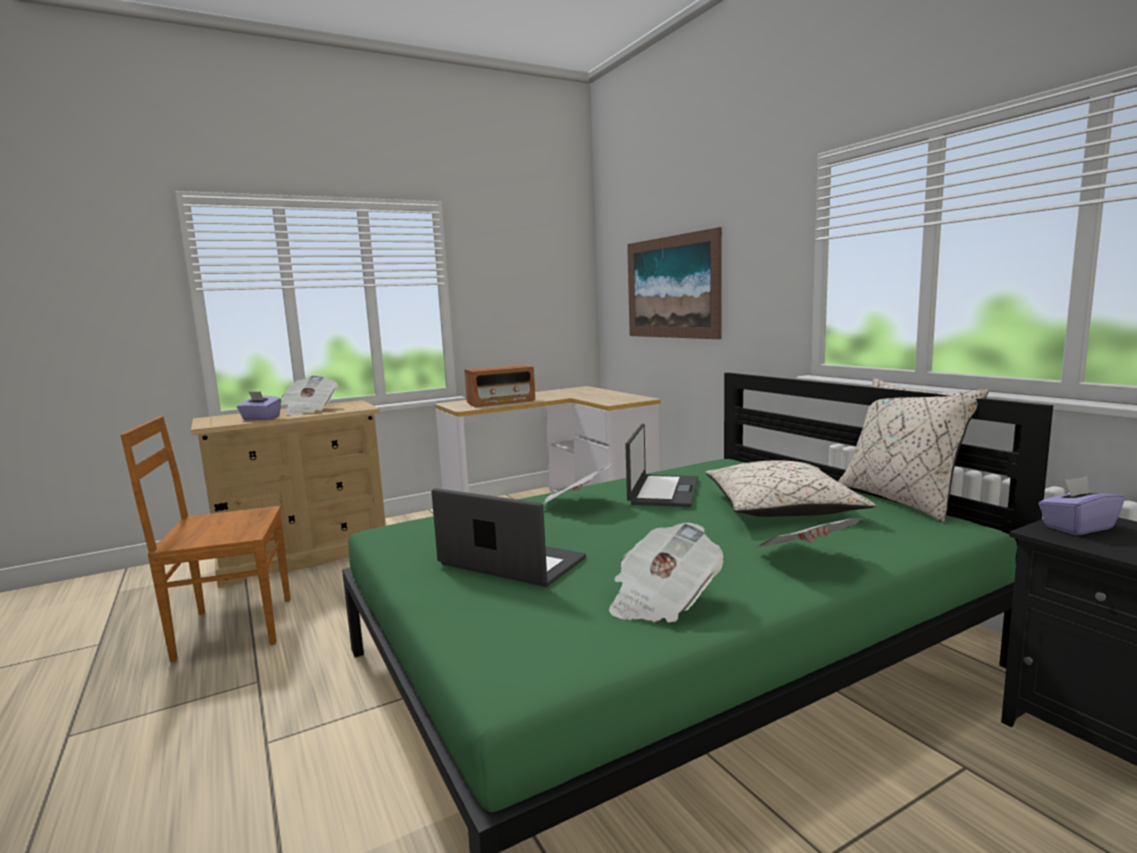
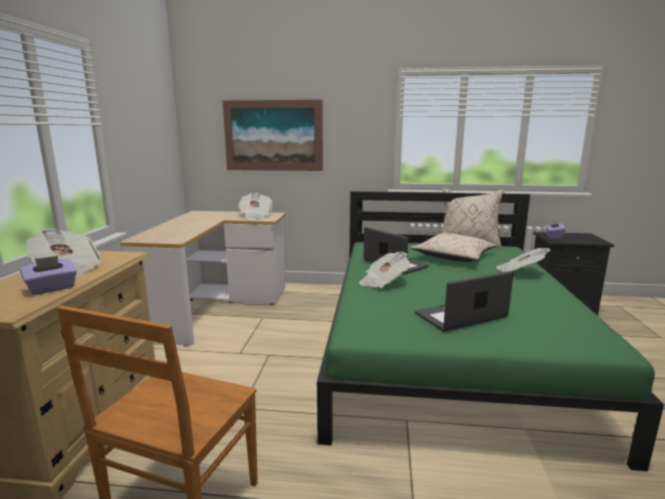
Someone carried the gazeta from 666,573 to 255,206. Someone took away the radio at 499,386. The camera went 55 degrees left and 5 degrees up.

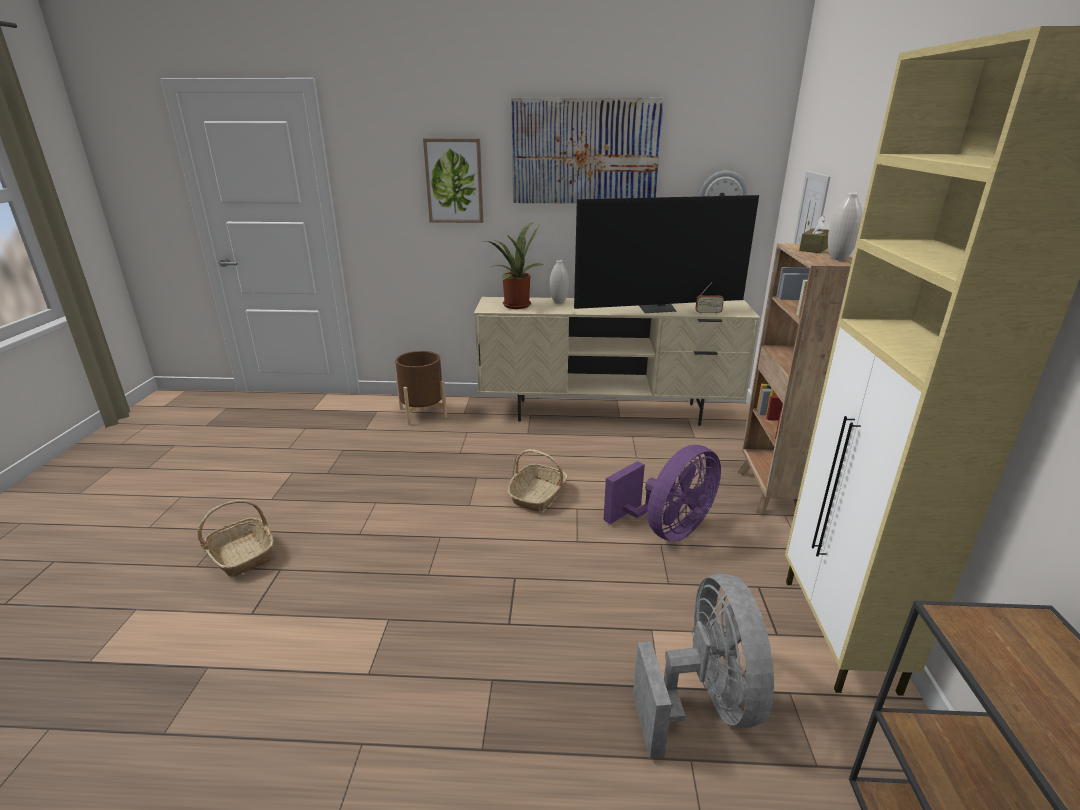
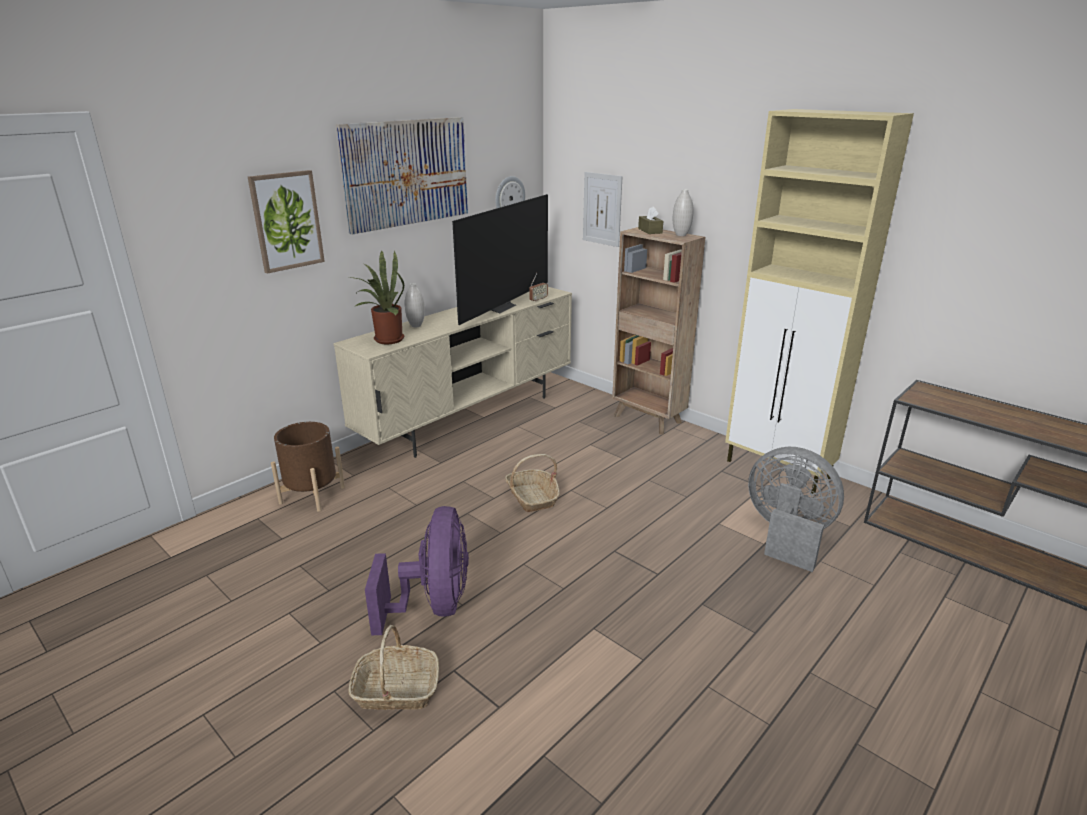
Someone carried the wentylator (fioletowy) from 662,493 to 417,570. The camera went 50 degrees left and 0 degrees up.

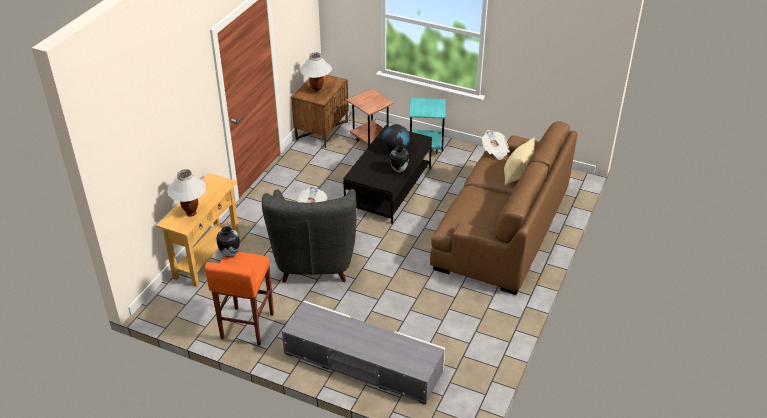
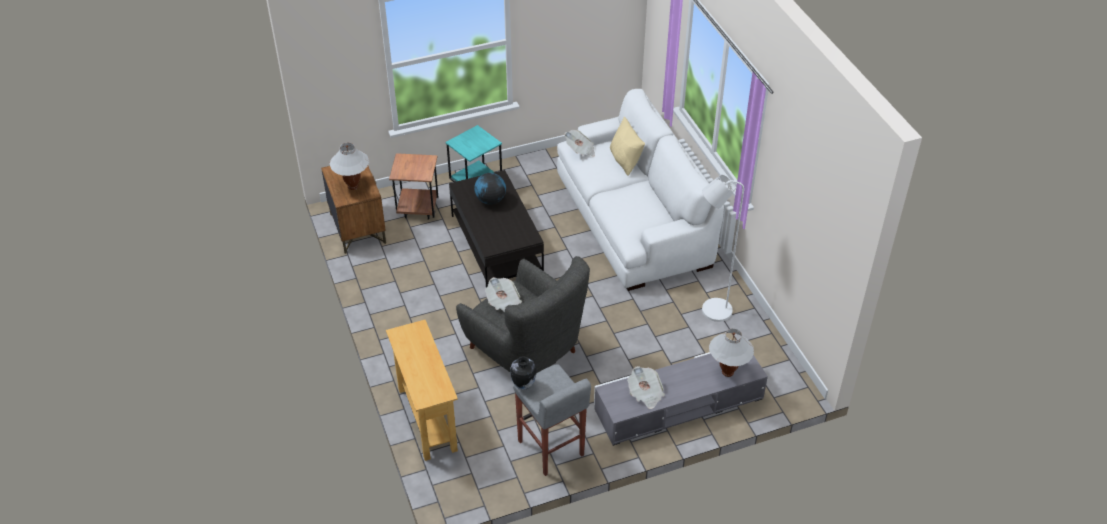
Someone repainted the stołek (pomarańczowy) at 239,299, which became the stołek (szary) at 552,420. Someone repainted the kanapa (brązowy) at 503,208, which became the kanapa (biały) at 640,190. Someone put down the gazeta at 646,387. Someone put down the lampa stojąca (biały) at 723,248. Someone carried the lampa stołowa (biały) from 186,193 to 731,352. Someone took away the wazon at 399,159. The camera went 45 degrees left and 5 degrees up.

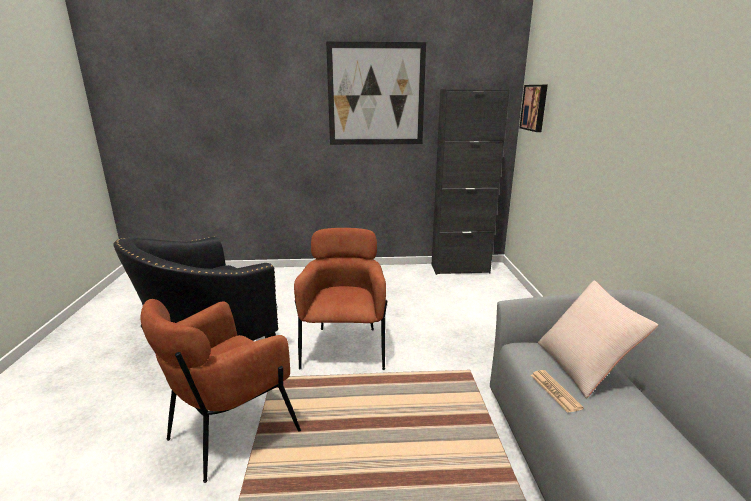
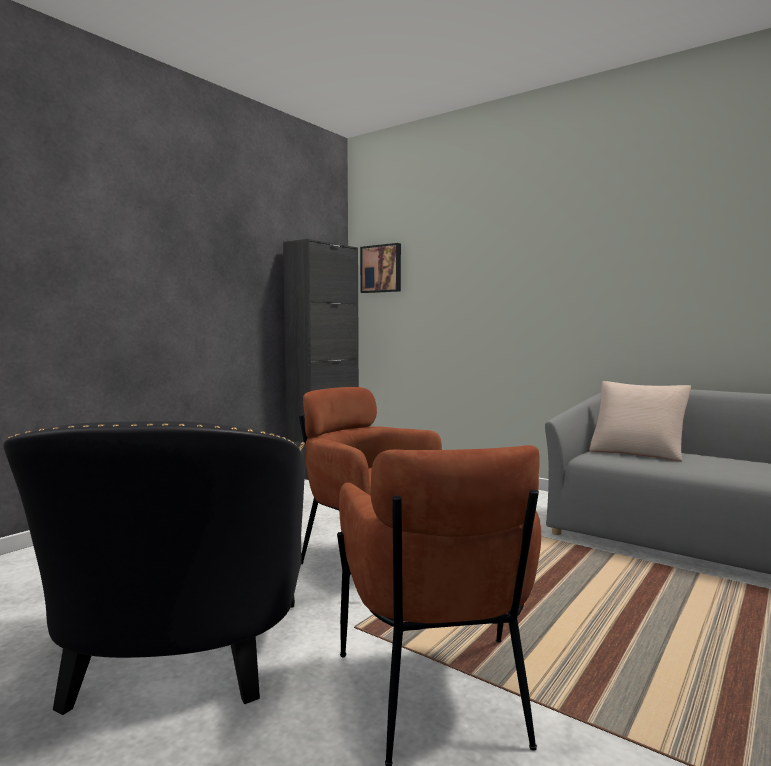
Someone took away the obraz at 376,93. Someone took away the gazeta at 557,391. The camera went 50 degrees left and 15 degrees down.

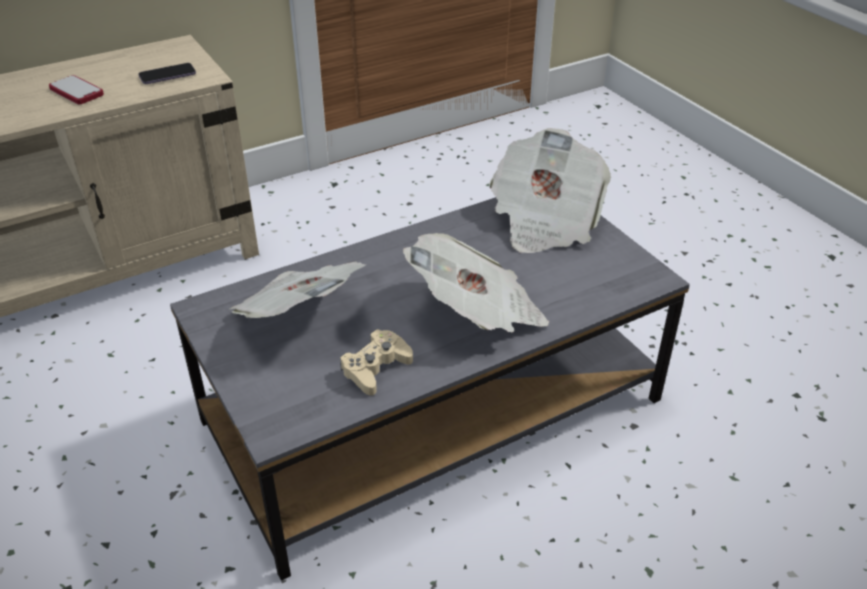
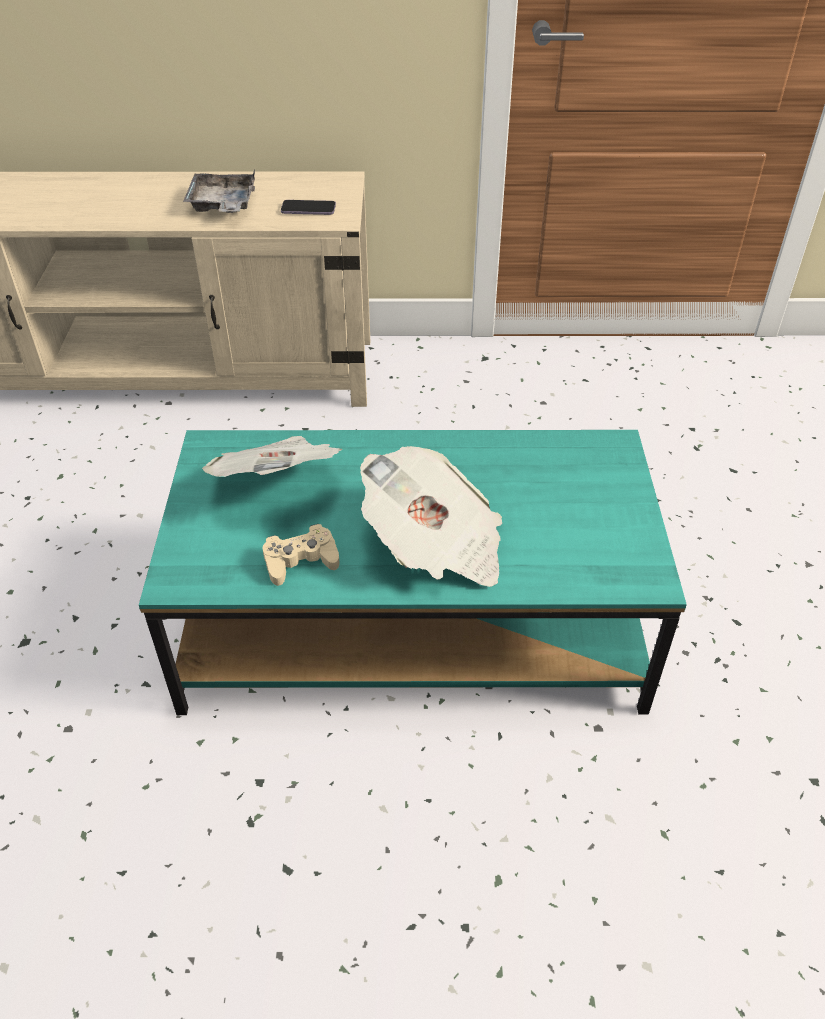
Someone repainted the ława (szary) at 430,389, which became the ława (turkusowy) at 413,572. Someone swapped the telefon at 76,89 for the taca (szary) at 219,191. Someone took away the gazeta at 550,190. The camera went 30 degrees right and 5 degrees up.

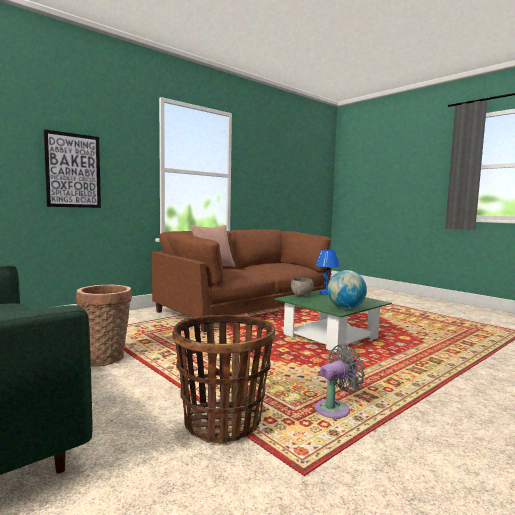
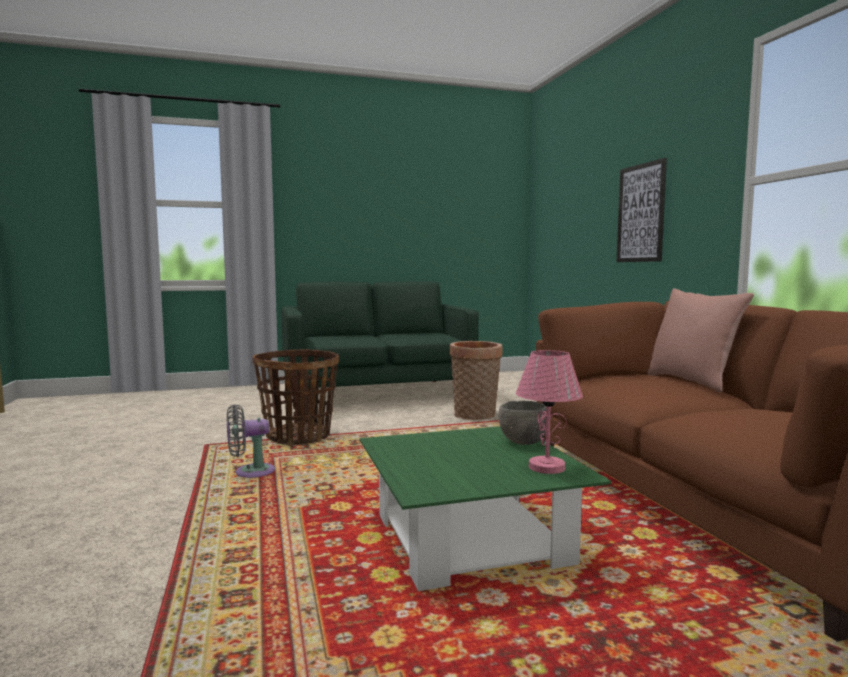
Someone rotated the wentylator (szary) at 340,381 by 75 degrees clockwise. Someone repainted the lampa stołowa (niebieski) at 328,272, which became the lampa stołowa (różowy) at 549,412. Someone took away the globus at 347,289. The camera went 115 degrees right and 0 degrees up.

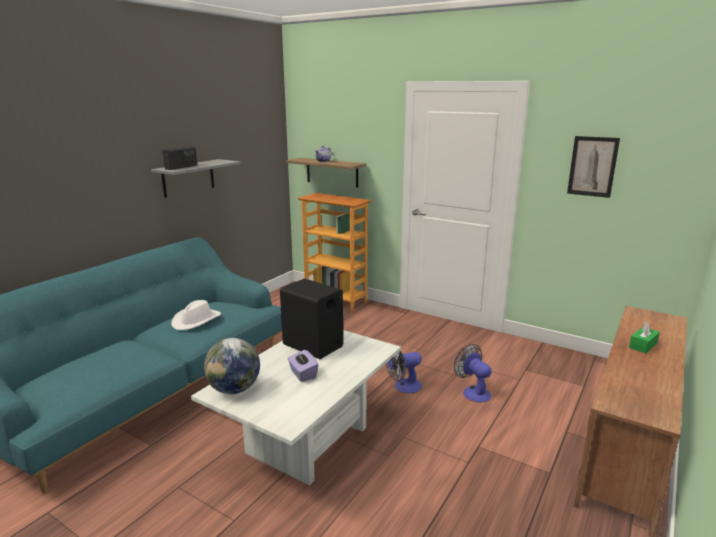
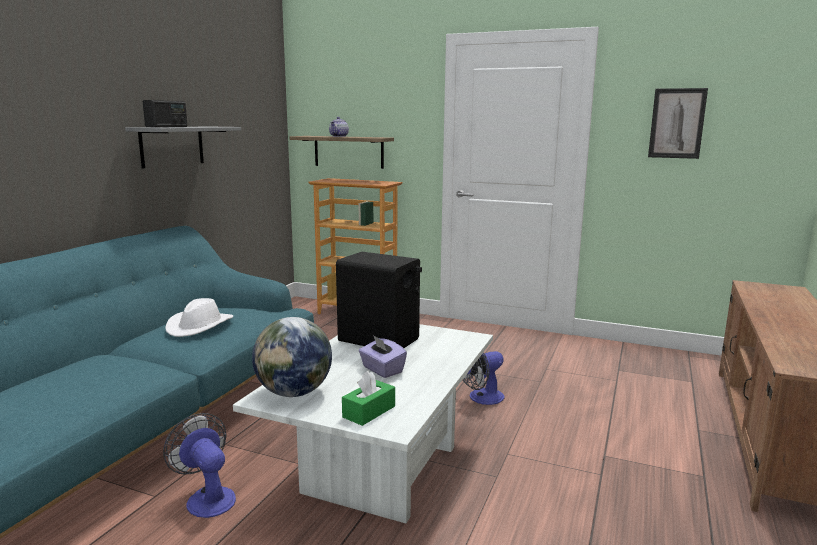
Someone carried the wentylator from 473,373 to 199,465. Someone carried the pudełko chusteczek (zielony) from 644,337 to 368,398. The camera went 10 degrees left and 5 degrees down.

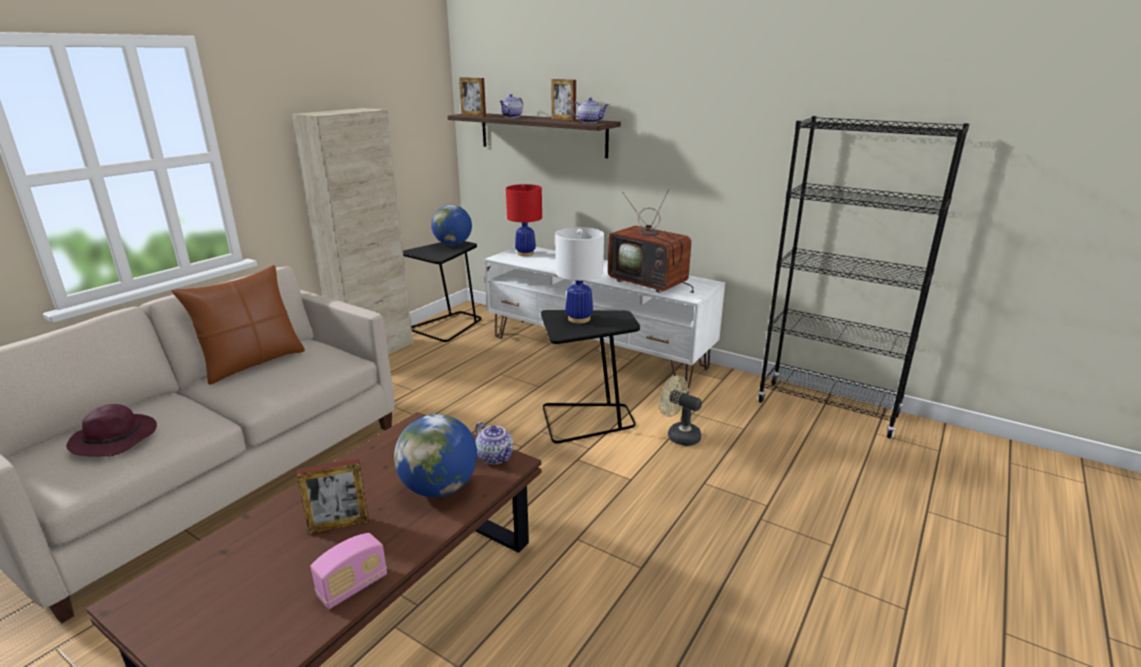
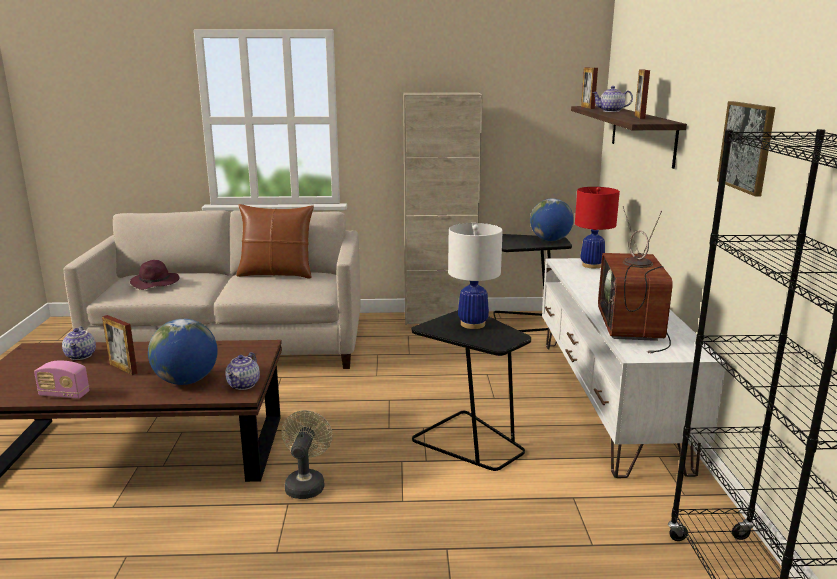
Someone carried the imbryk from 590,110 to 79,343. Someone carried the wentylator (beżowy) from 680,410 to 306,454. Someone put up the obraz at 746,148. The camera went 55 degrees right and 5 degrees down.

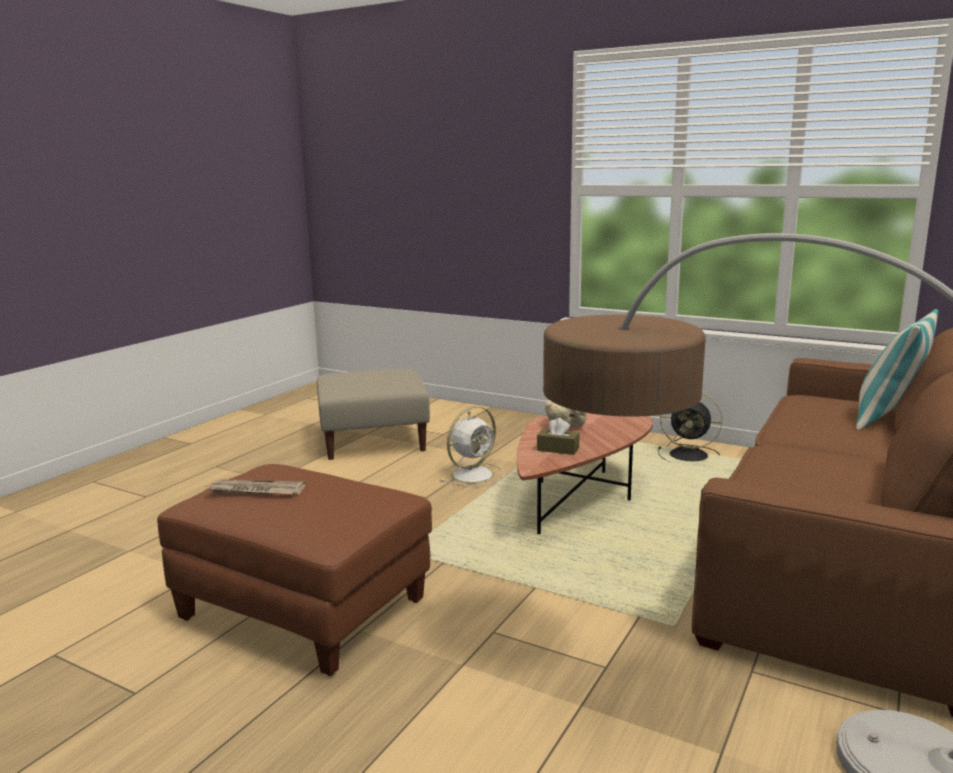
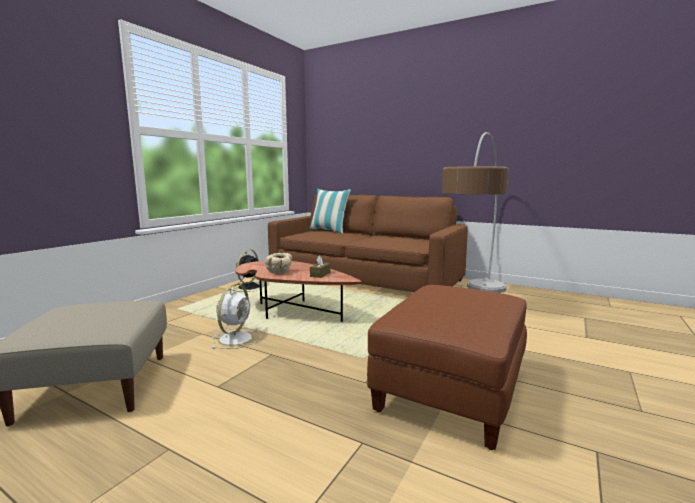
Someone rotated the wentylator (biały) at 472,446 by 60 degrees clockwise. Someone took away the gazeta at 257,486. The camera went 90 degrees left and 5 degrees down.

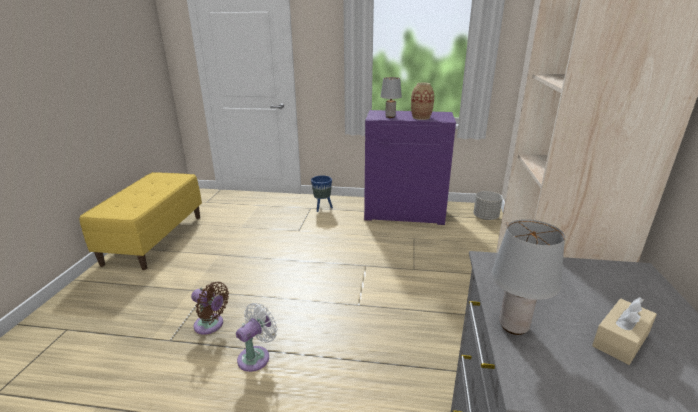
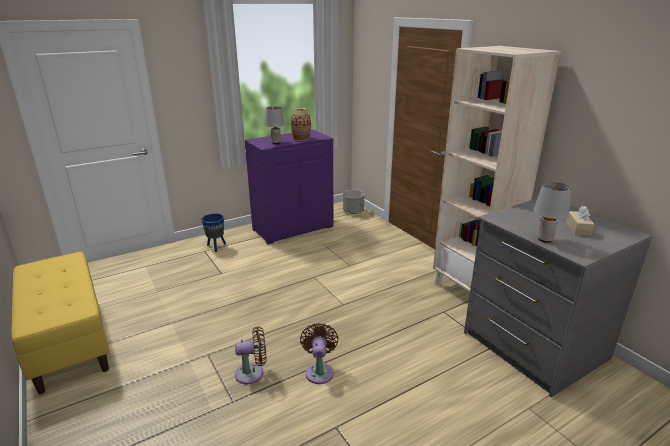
Someone repainted the wentylator (biały) at 257,337, which became the wentylator (brązowy) at 319,353. The camera went 40 degrees left and 0 degrees up.

